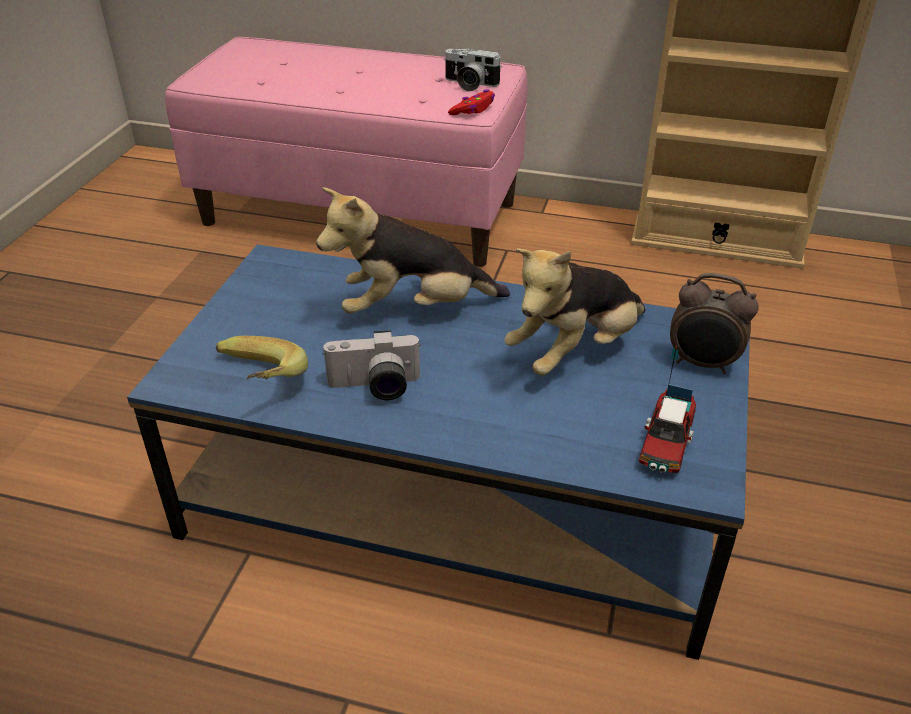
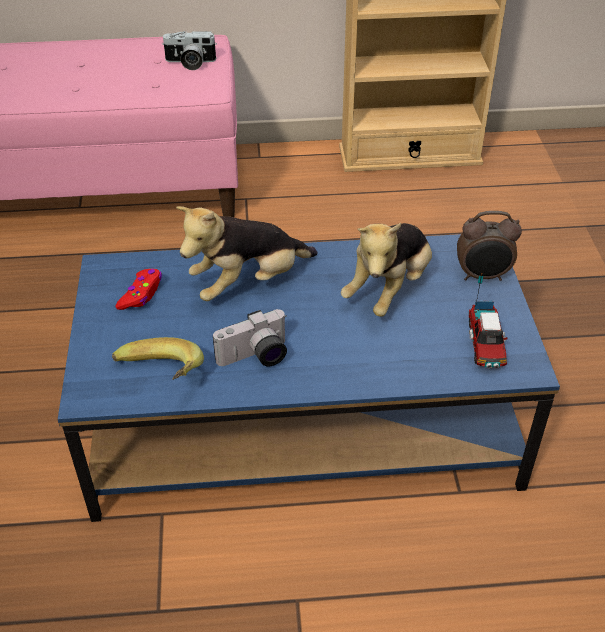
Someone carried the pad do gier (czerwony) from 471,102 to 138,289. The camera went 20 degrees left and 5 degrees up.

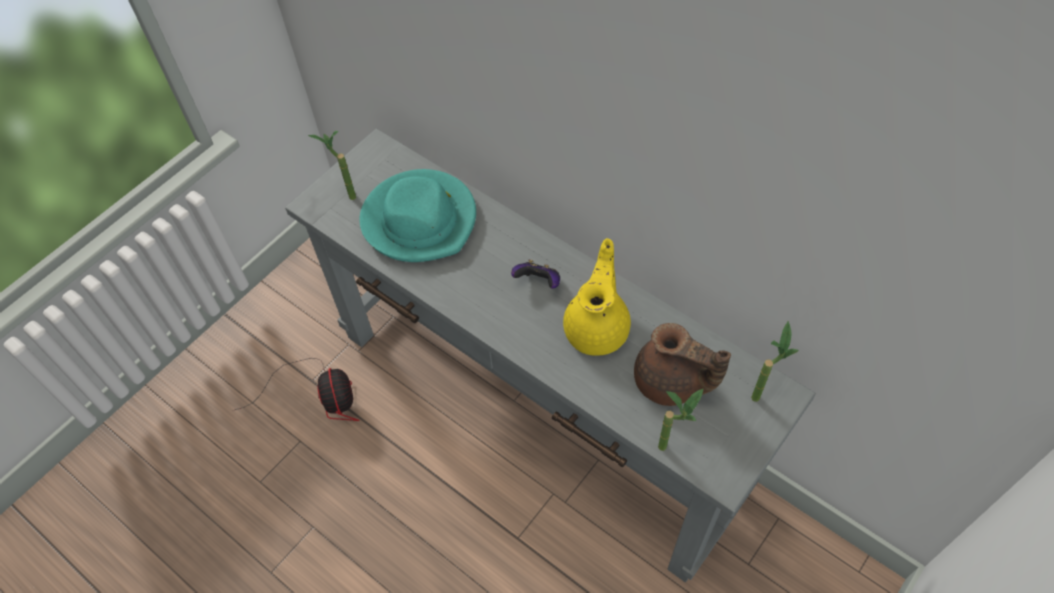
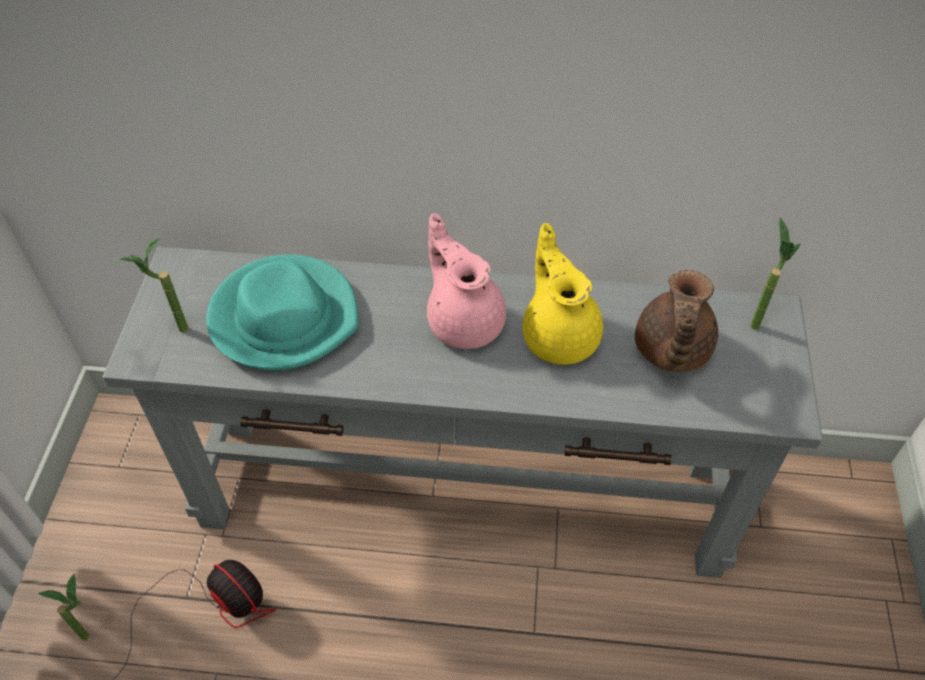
Someone carried the roślina doniczkowa from 681,419 to 63,607. Someone swapped the pad do gier at 535,274 for the imbryk (różowy) at 466,281. Someone rotated the imbryk (brązowy) at 682,364 by 105 degrees clockwise. The camera went 35 degrees left and 5 degrees down.

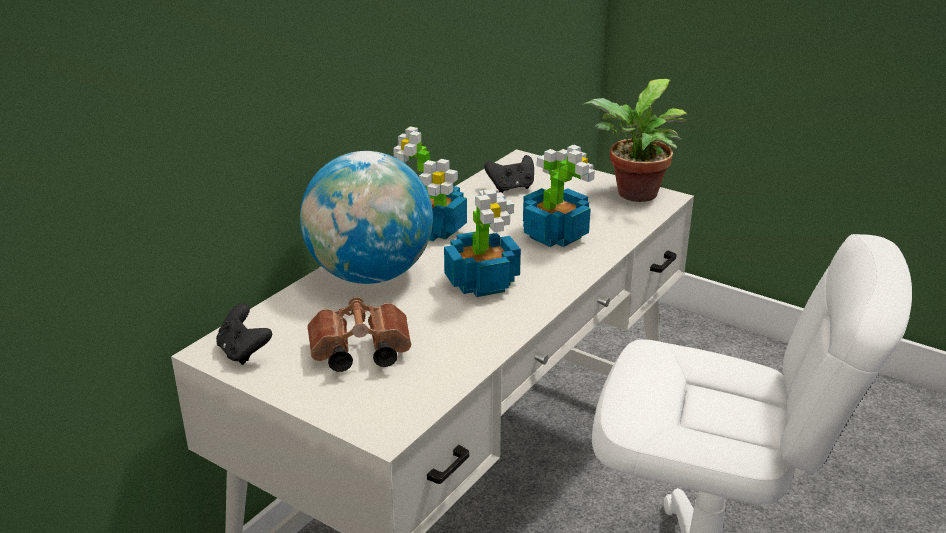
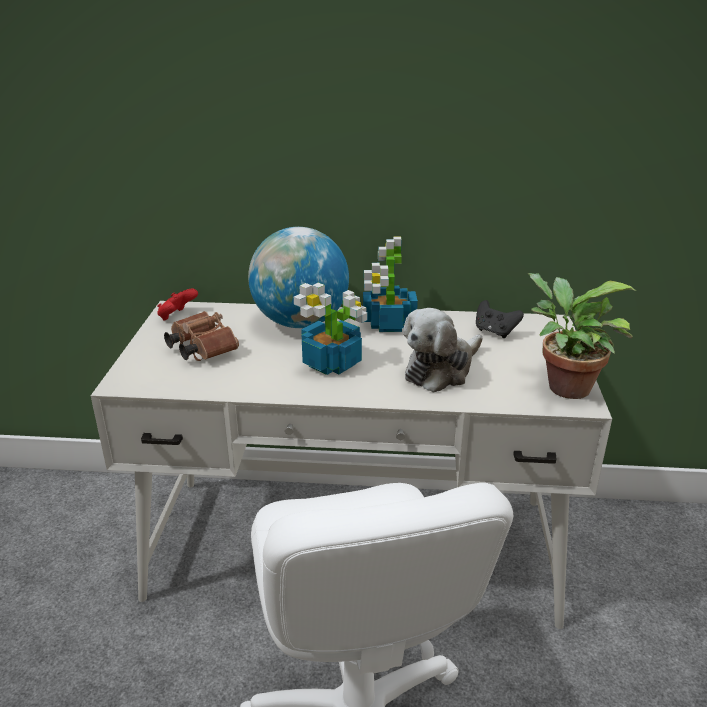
Someone repainted the pad do gier (czarny) at 244,334, which became the pad do gier (czerwony) at 177,304. Someone swapped the roślina doniczkowa at 559,195 for the pluszak at 442,350. The camera went 60 degrees right and 0 degrees up.

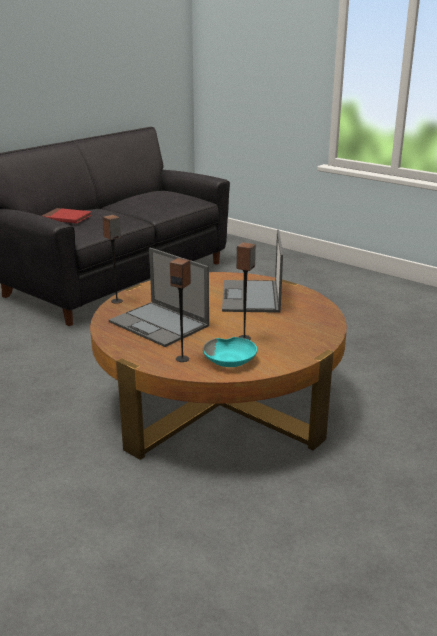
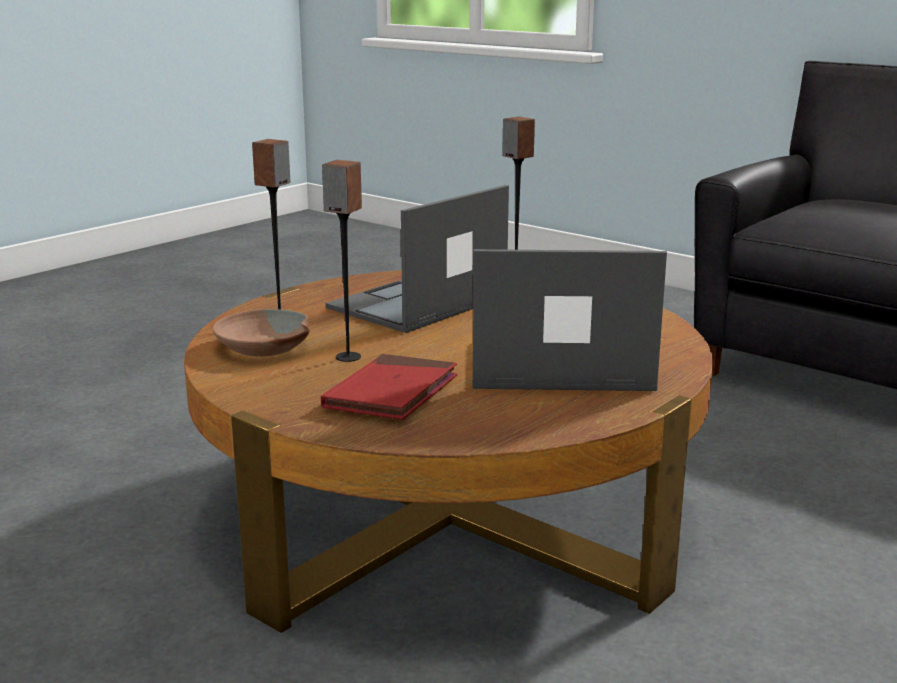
Someone repainted the miska (turkusowy) at 230,352, which became the miska (brązowy) at 261,332. Someone carried the książka (czerwony) from 67,216 to 389,387. The camera went 90 degrees right and 5 degrees down.

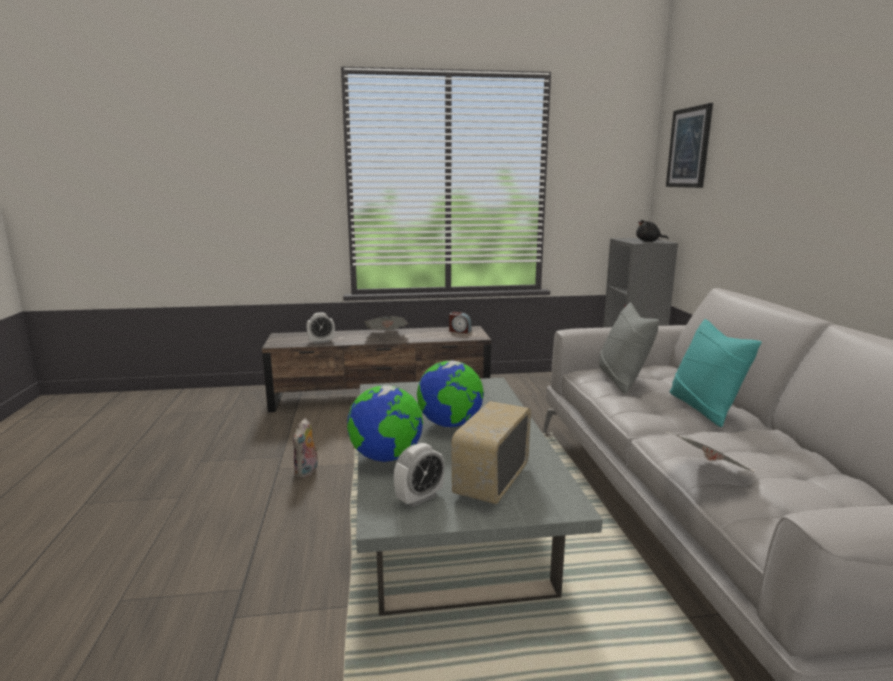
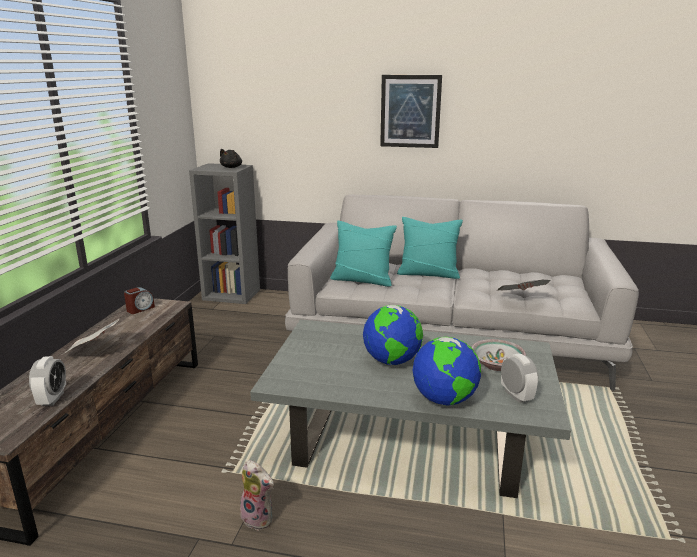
Someone repainted the poduszka (szary) at 629,348, which became the poduszka (turkusowy) at 363,254. Someone carried the obraz from 689,145 to 411,111. Someone swapped the radio at 491,452 for the miska at 499,355. The camera went 70 degrees left and 5 degrees up.

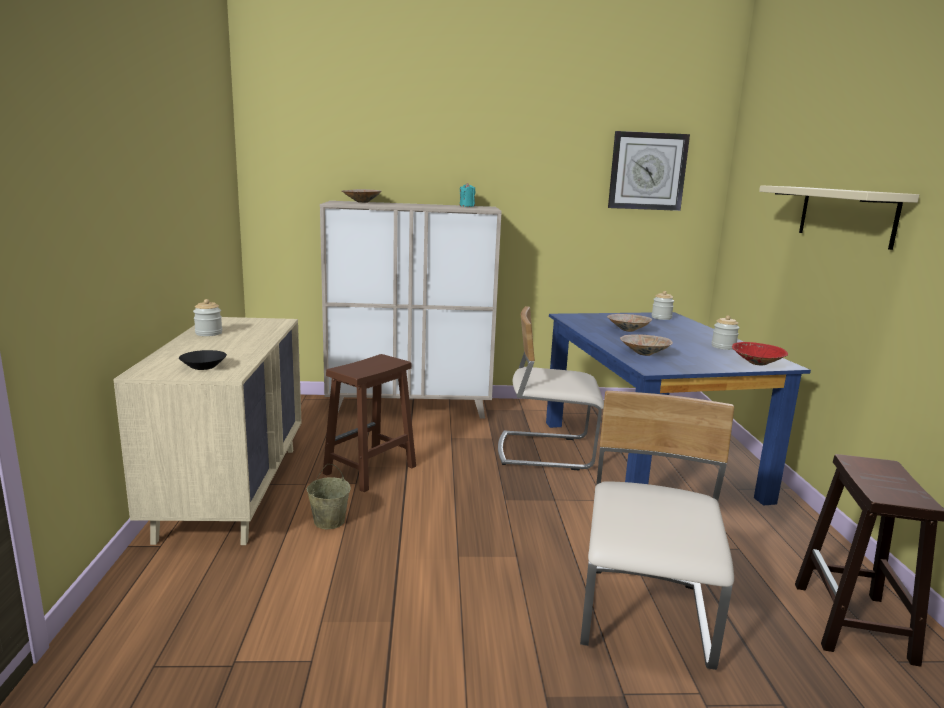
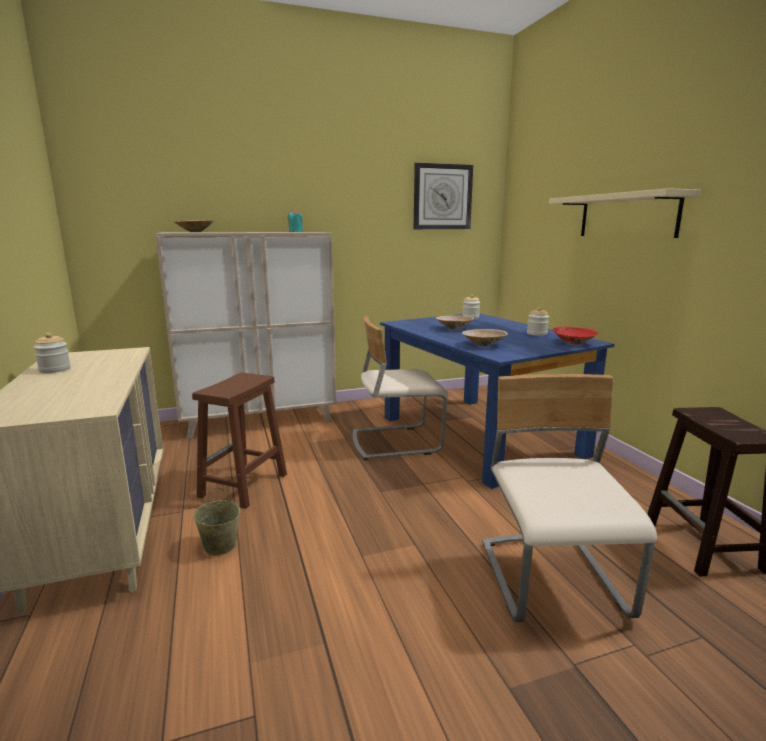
Someone took away the miska (czarny) at 203,360. The camera went 15 degrees left and 0 degrees up.

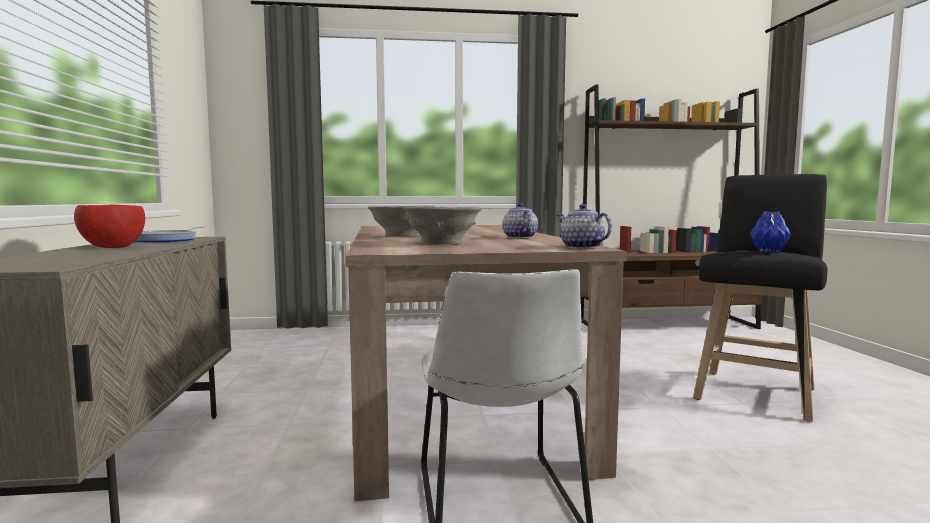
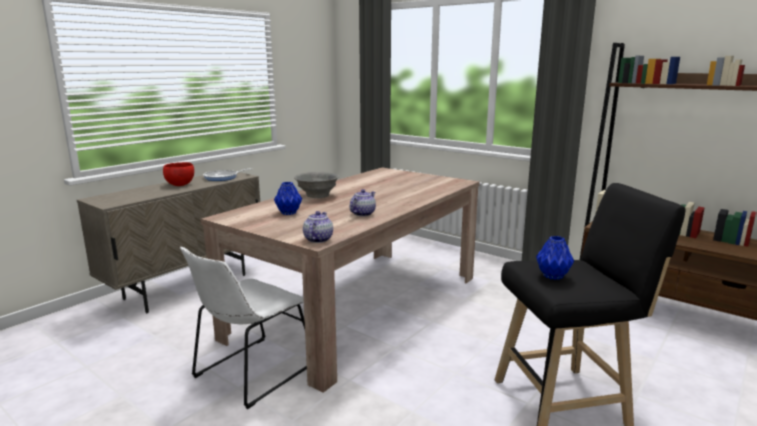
Someone swapped the miska (szary) at 442,226 for the wazon (niebieski) at 288,198. The camera went 45 degrees right and 10 degrees up.

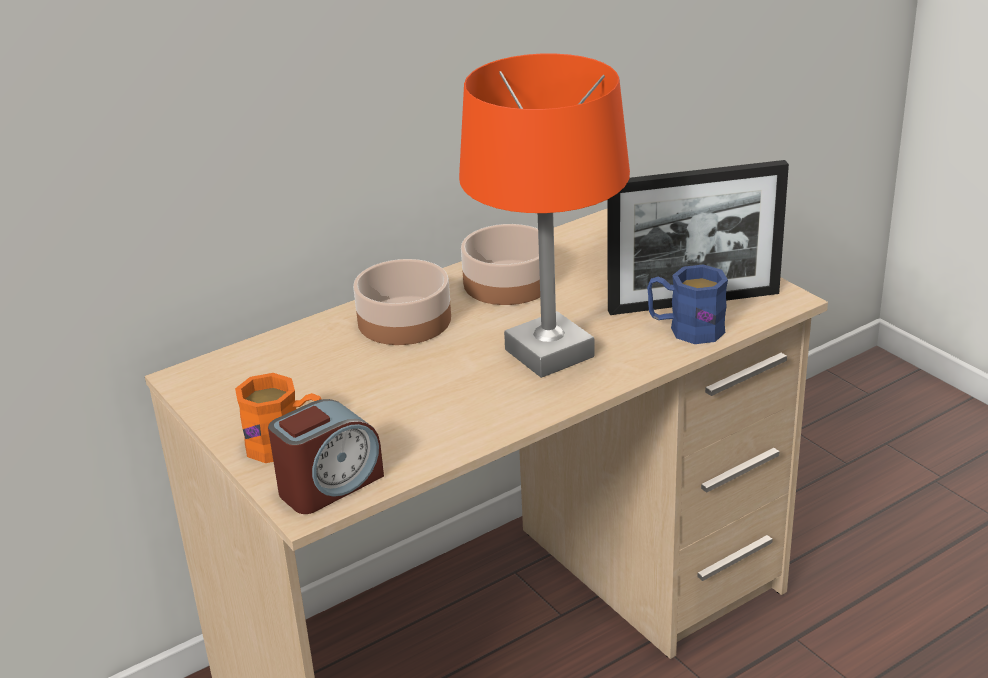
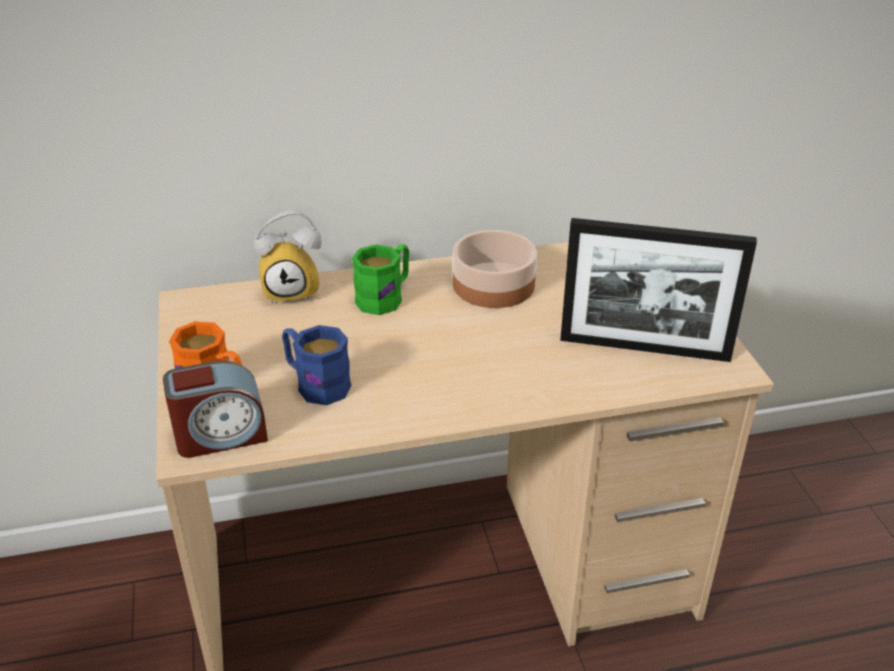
Someone put down the budzik at 288,257. Someone carried the kubek (niebieski) from 687,304 to 317,365. Someone swapped the miska at 402,302 for the kubek (zielony) at 380,279. Someone took away the lampa stołowa (pomarańczowy) at 544,216. The camera went 20 degrees right and 5 degrees up.

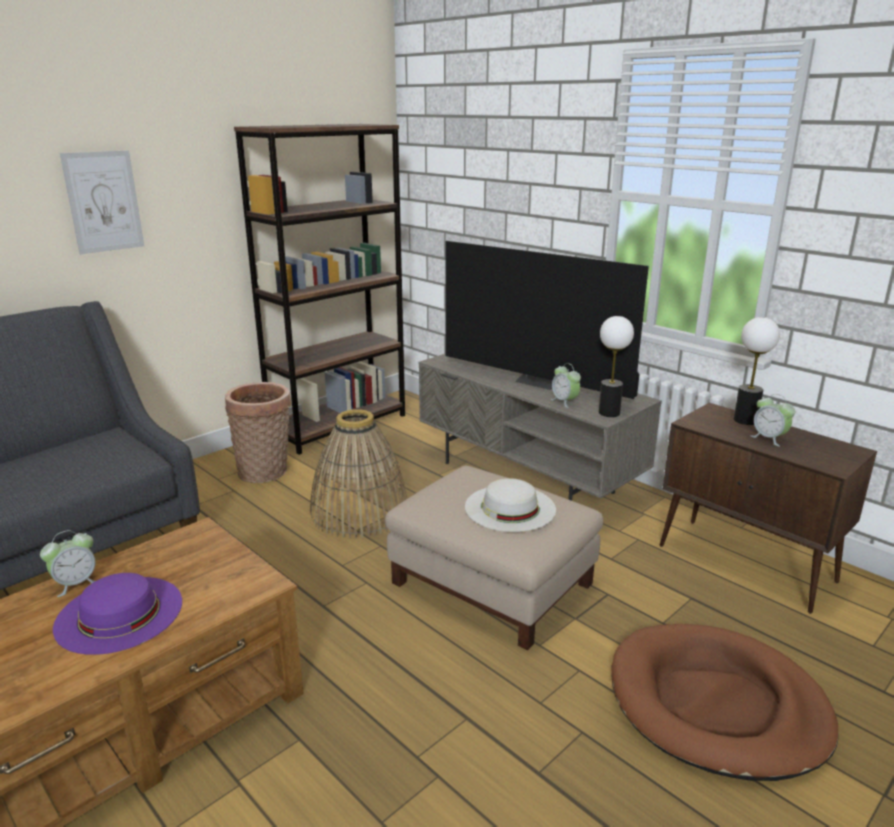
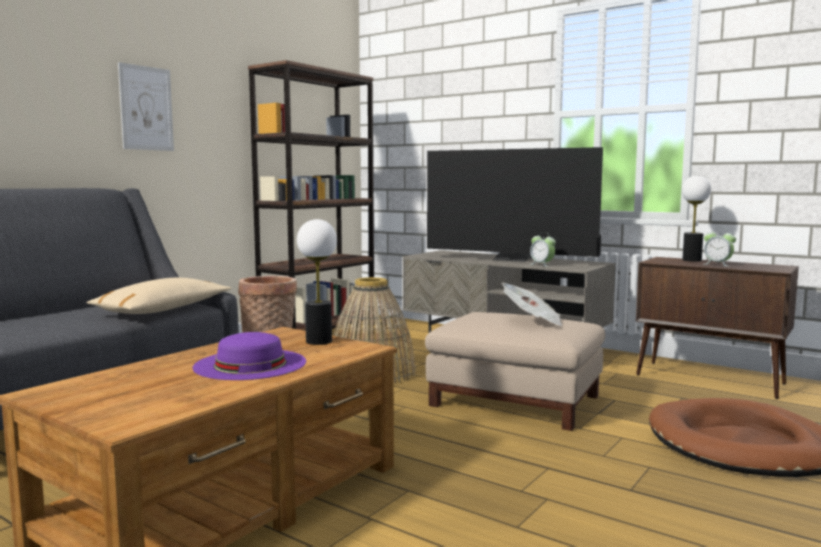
Someone put down the poduszka (beżowy) at 159,296. Someone carried the lampa stołowa from 616,366 to 317,282. Someone swapped the kapelusz (biały) at 510,505 for the gazeta at 532,304. Someone took away the budzik at 67,563. The camera went 10 degrees left and 15 degrees down.

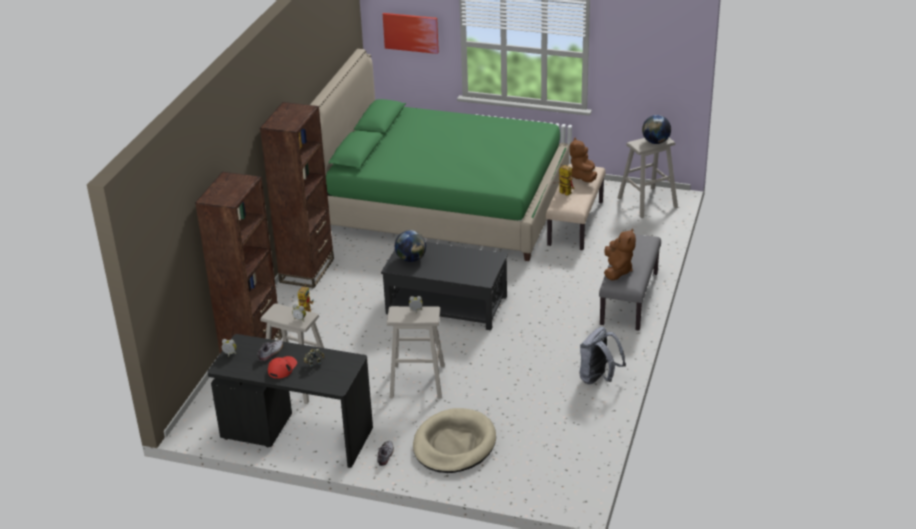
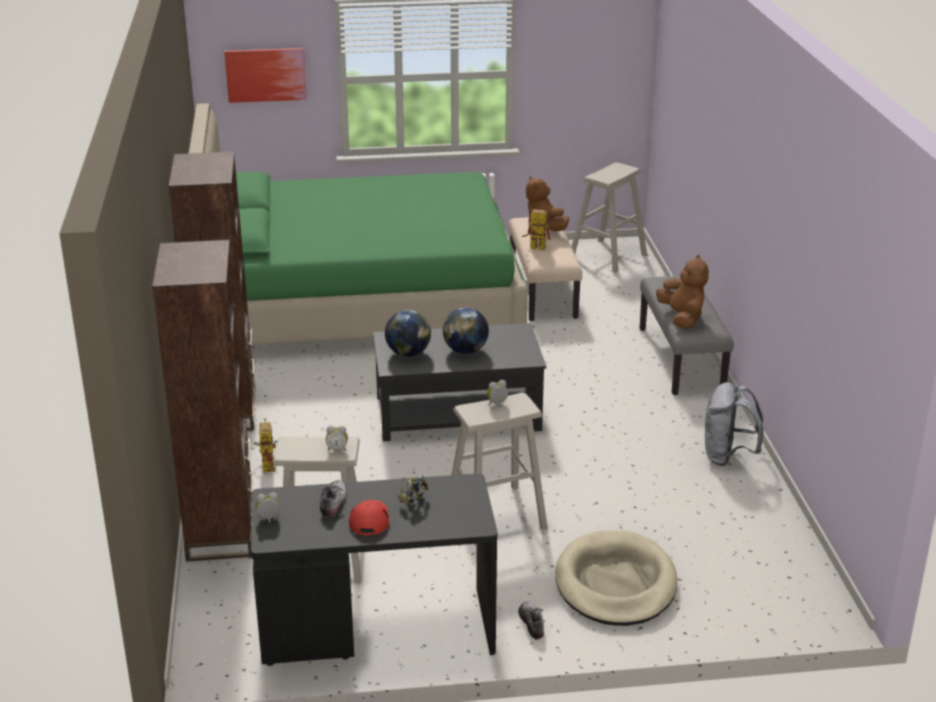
Someone carried the globus from 656,129 to 466,331. The camera went 25 degrees left and 5 degrees down.

